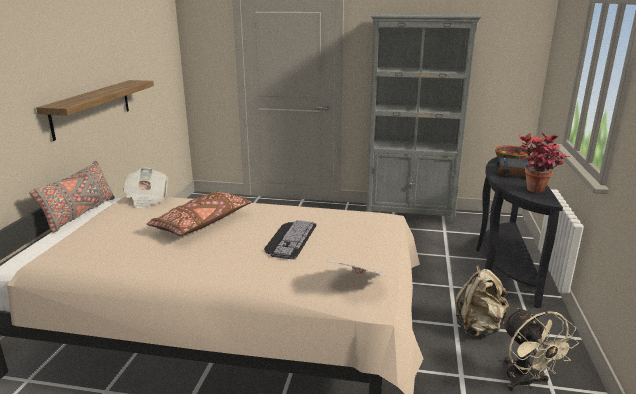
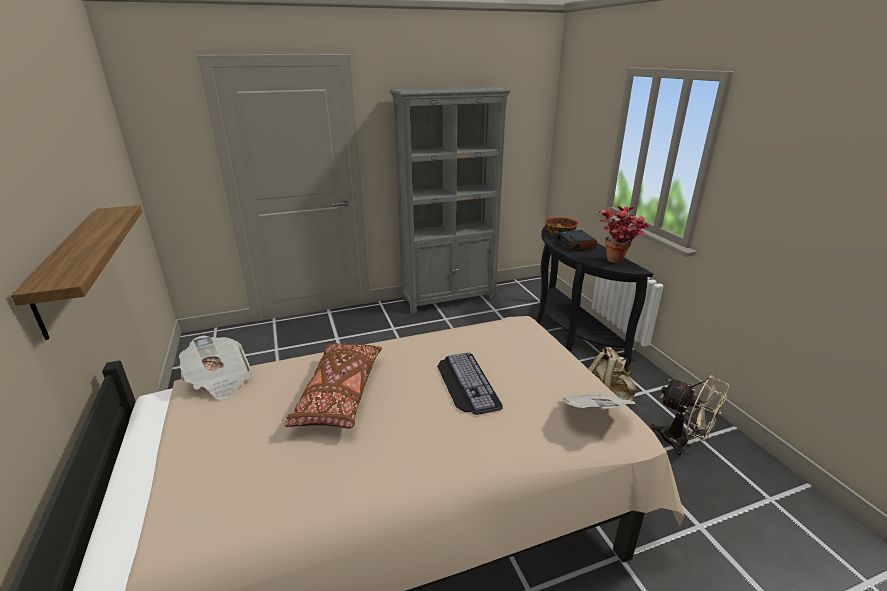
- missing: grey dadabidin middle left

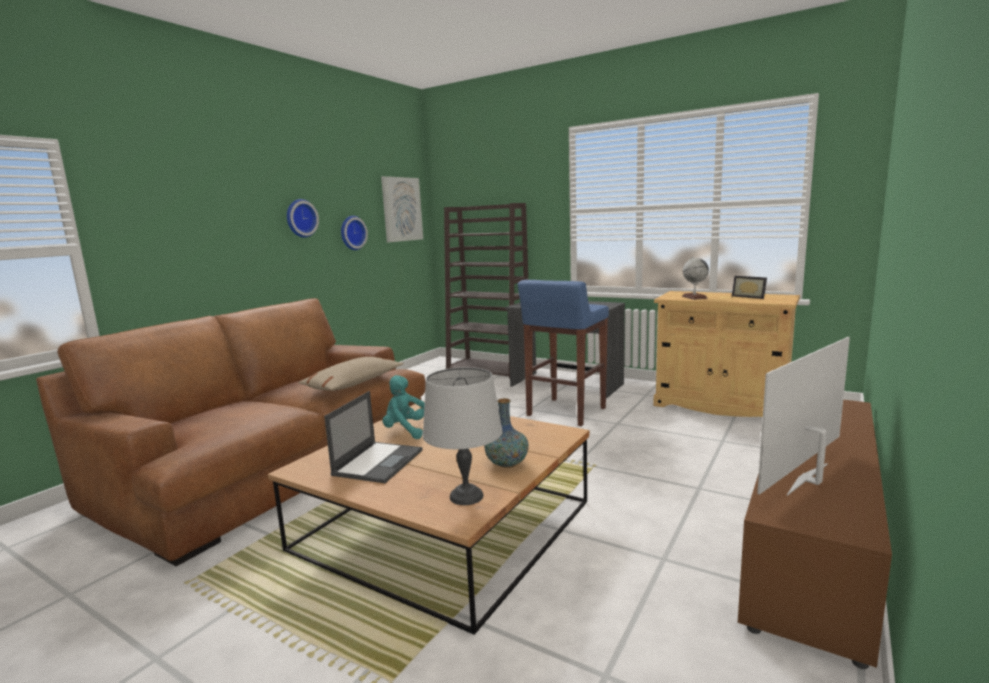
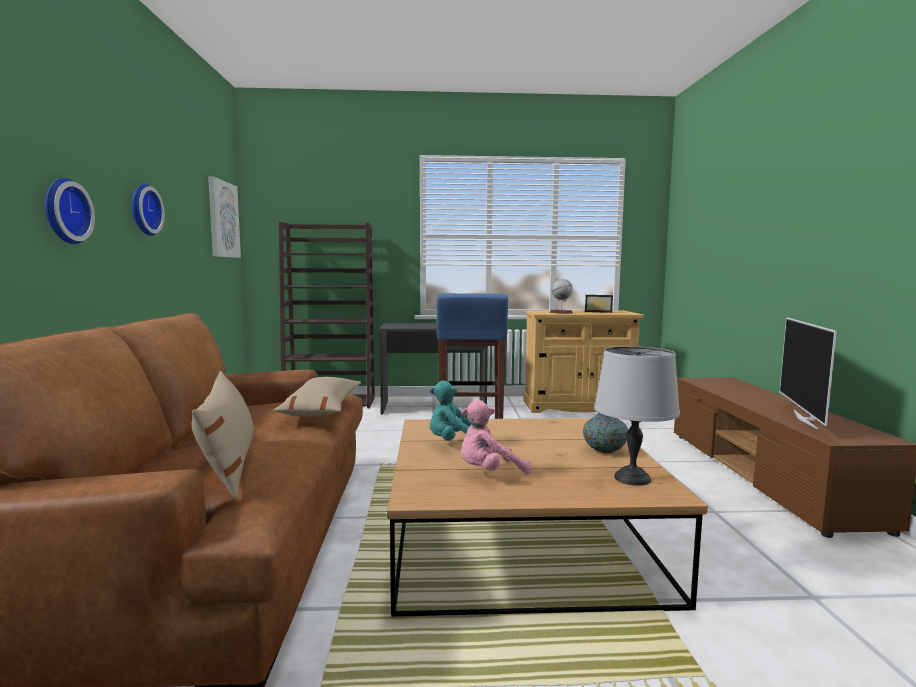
- appeared: beige dadabidin (no. 1 from left) middle left
- relocated: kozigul (no. 2 from left in the first image) centre to kozigul (no. 1 from left) top left
- exchanged: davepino centre to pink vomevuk centre

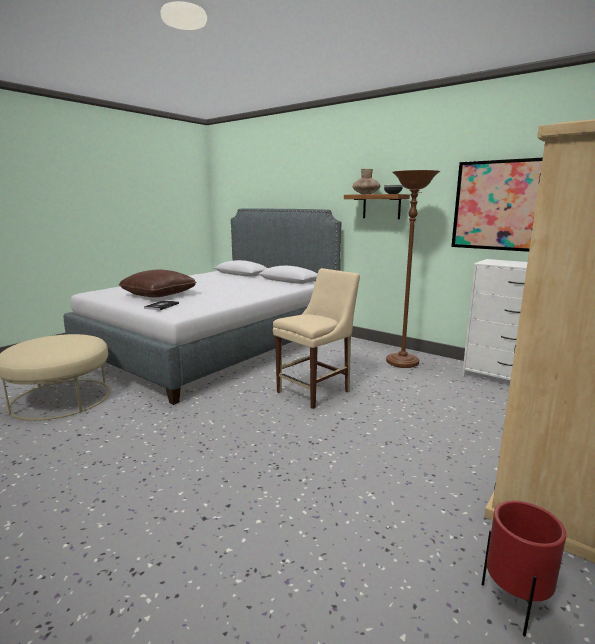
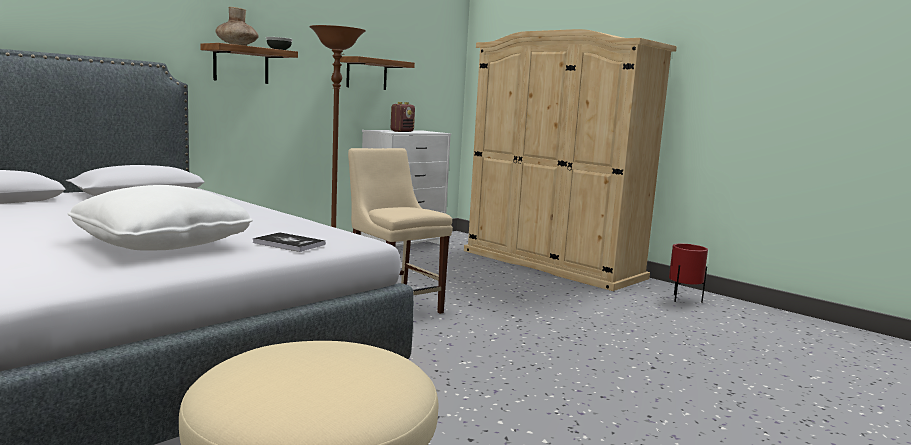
- appeared: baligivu top centre
- exchanged: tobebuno top right to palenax (no. 2 from left) top centre
- colour: brown dadabidin middle left to white dadabidin middle left

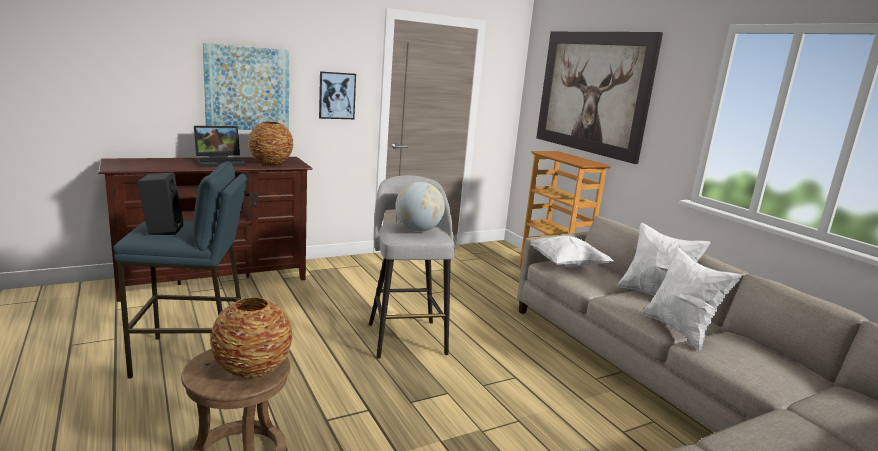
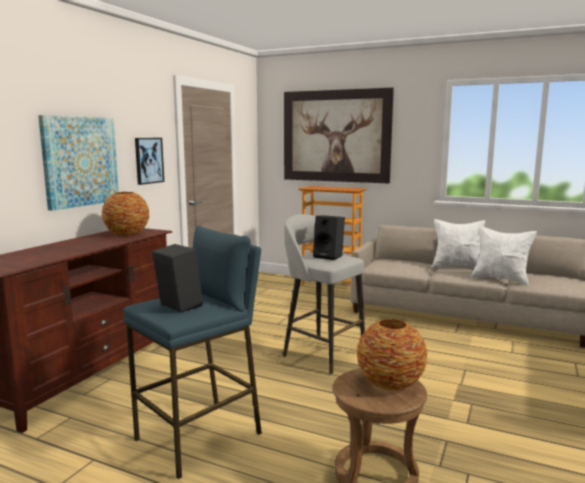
- missing: davepino top left
- missing: white dadabidin (no. 1 from left) centre
- exchanged: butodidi centre to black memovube (no. 2 from left) centre

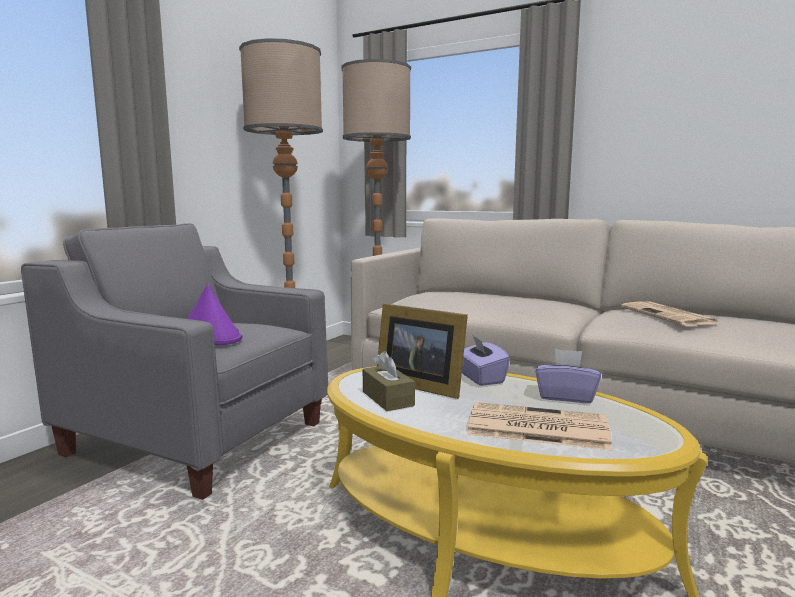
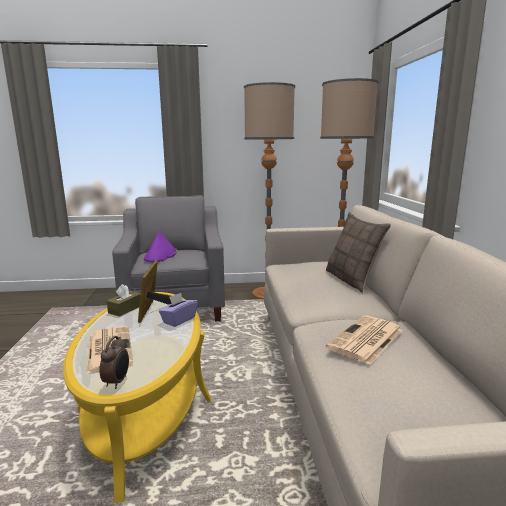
- missing: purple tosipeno (no. 2 from left) middle right
- appeared: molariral bottom left
- appeared: dadabidin middle right

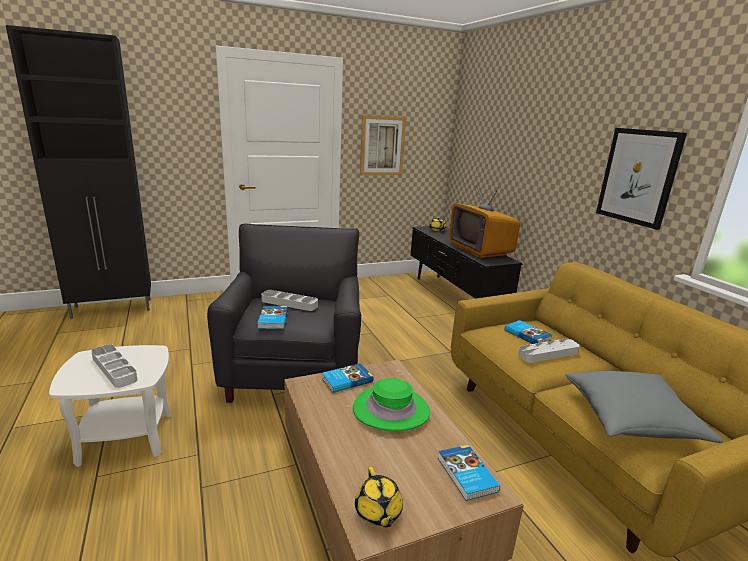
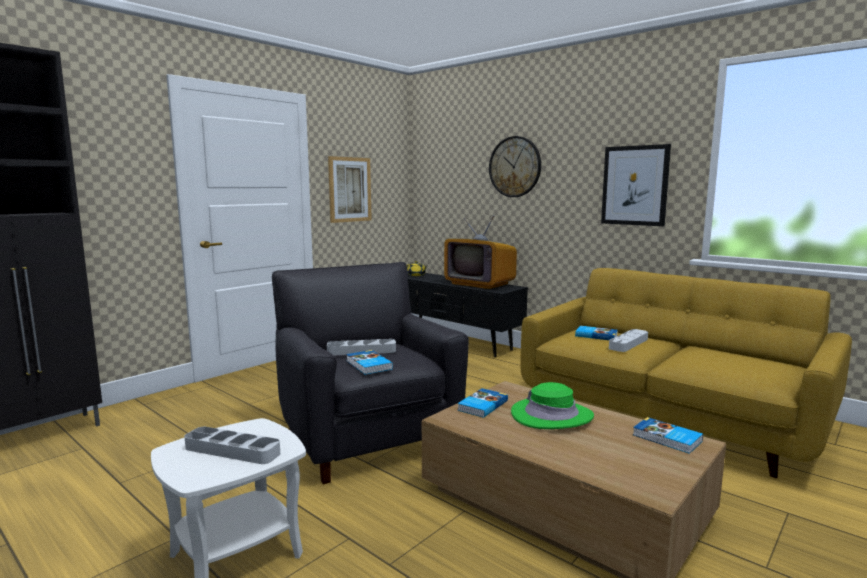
- missing: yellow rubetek (no. 1 from left) bottom centre
- missing: grey dadabidin bottom right
- appeared: kozigul top centre

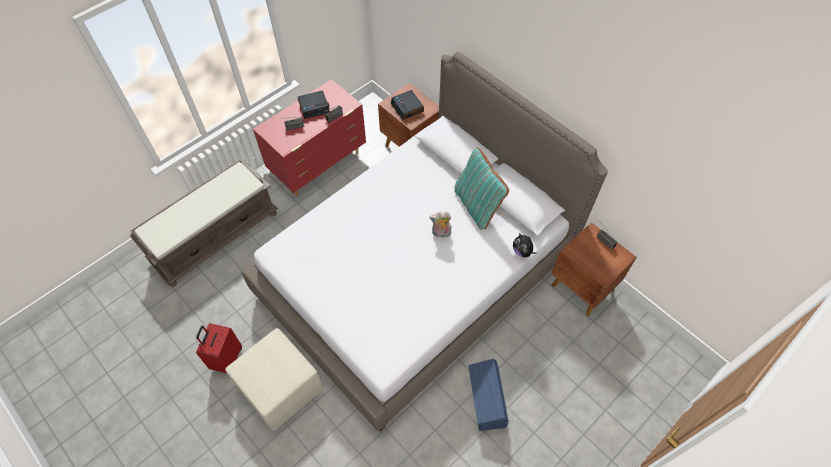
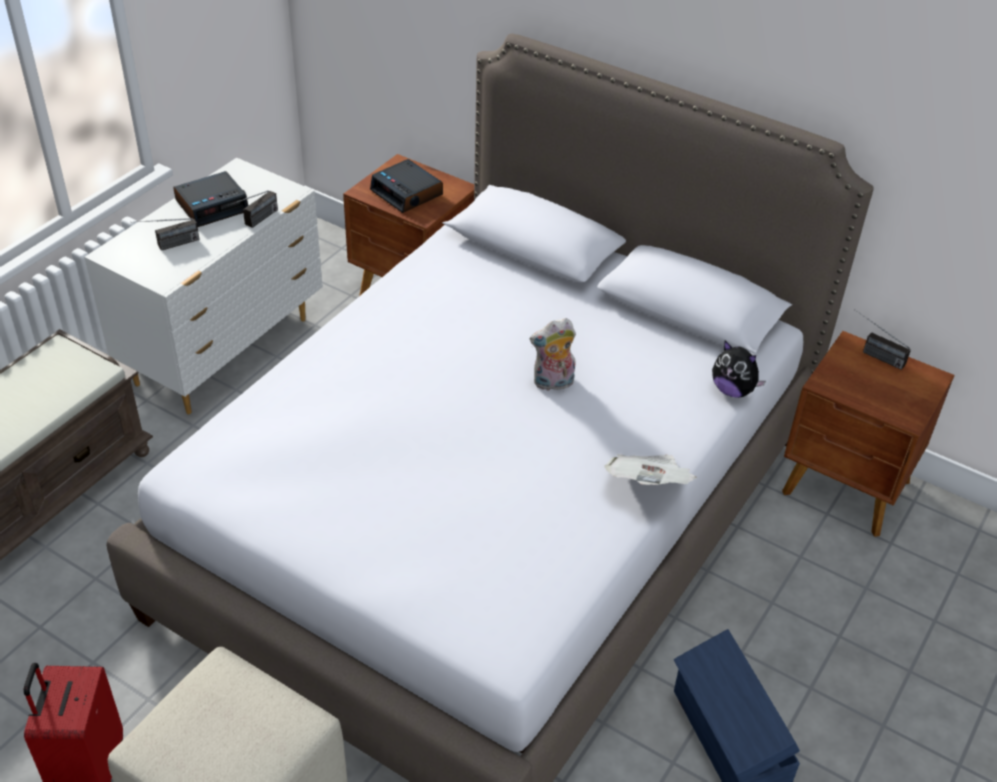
- missing: turquoise dadabidin centre
- appeared: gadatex centre
- colour: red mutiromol top centre to white mutiromol middle left

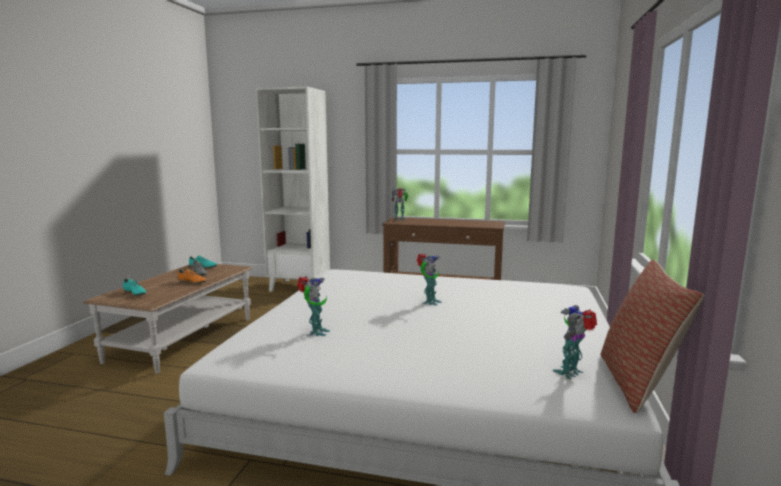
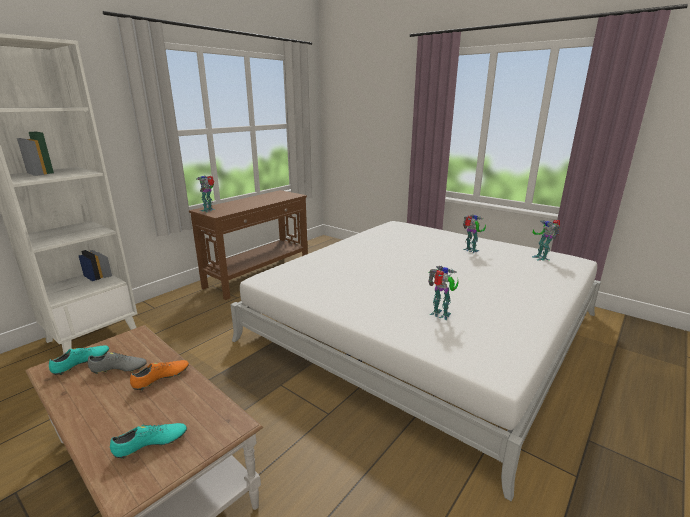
- missing: dadabidin bottom right
- relocated: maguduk (no. 3 from left) centre to middle right

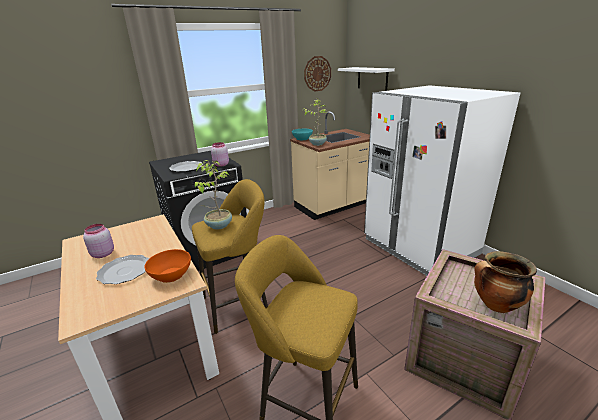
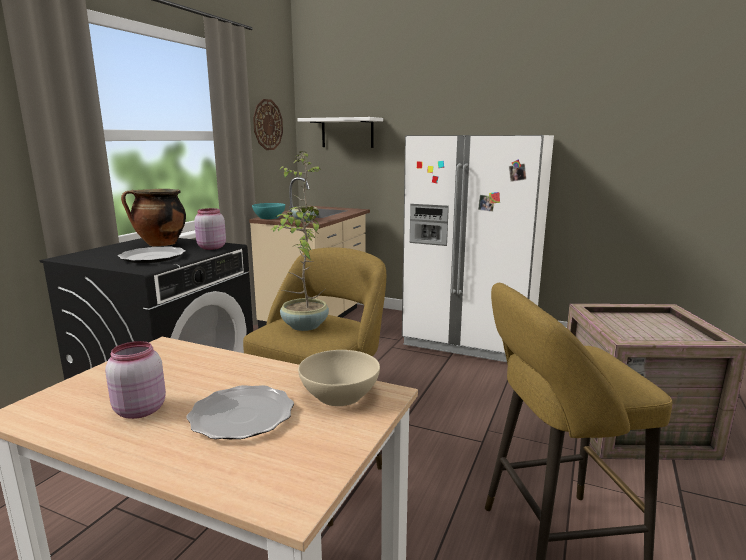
- relocated: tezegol bottom right to middle left
- colour: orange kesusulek middle left to beige kesusulek bottom centre

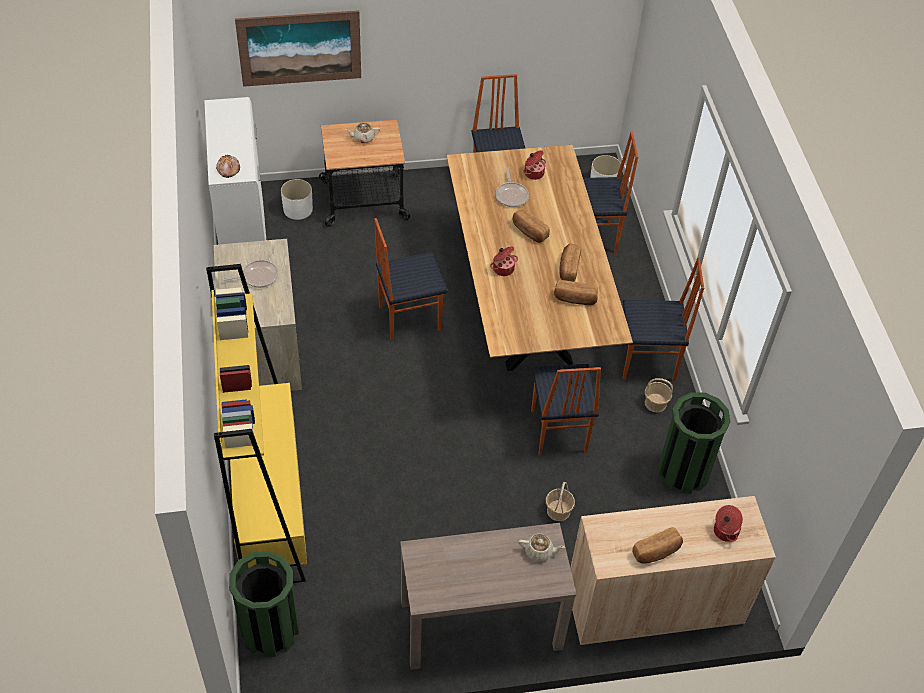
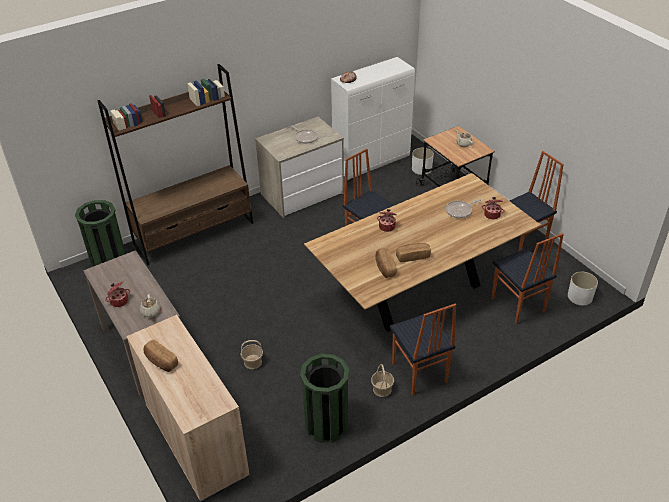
- missing: tobebuno top left
- missing: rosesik (no. 2 from left) top centre
- missing: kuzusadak (no. 3 from left) centre
- relocated: tezegol (no. 3 from left in the first image) bottom right to tezegol (no. 1 from left) middle left
- colour: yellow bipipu middle left to brown bipipu top left

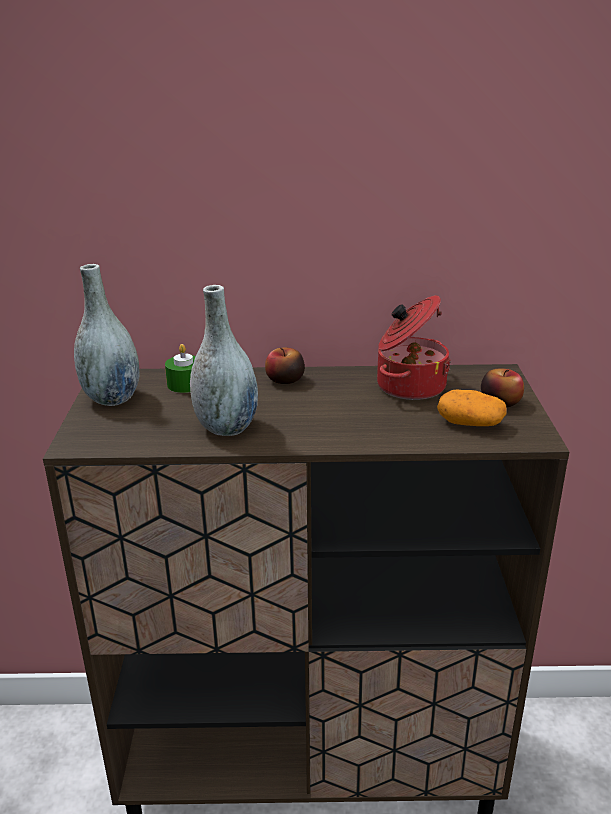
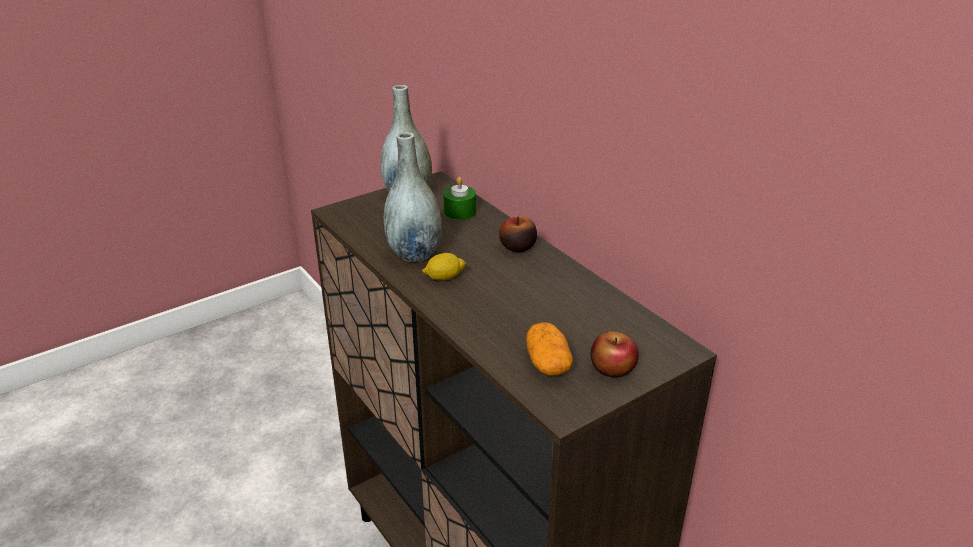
- missing: tezegol middle right
- appeared: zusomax centre

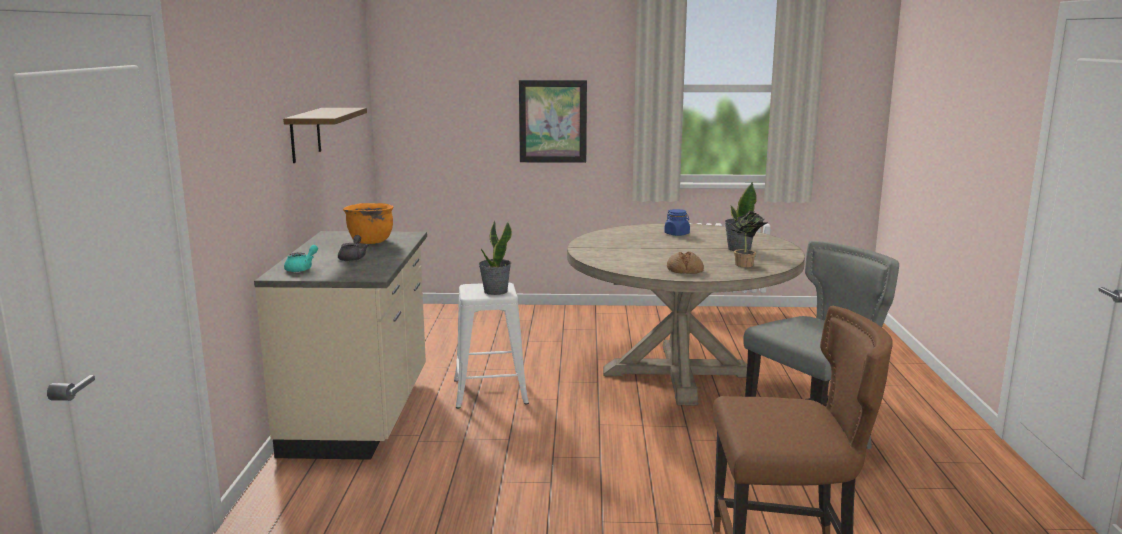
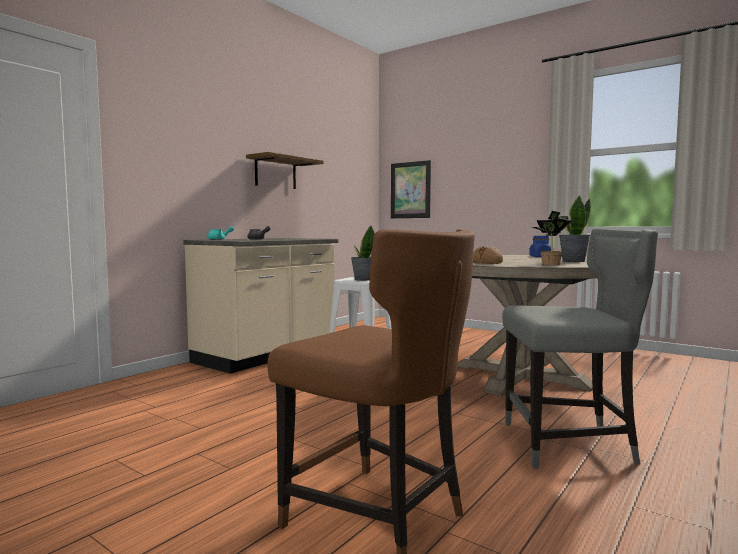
- missing: orange tezegol middle left
- relocated: tobebuno top centre to centre

